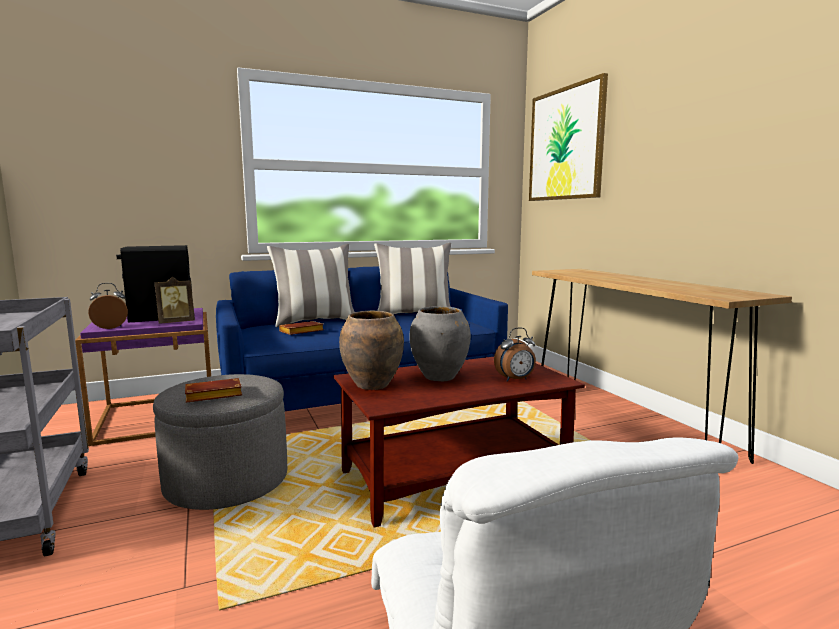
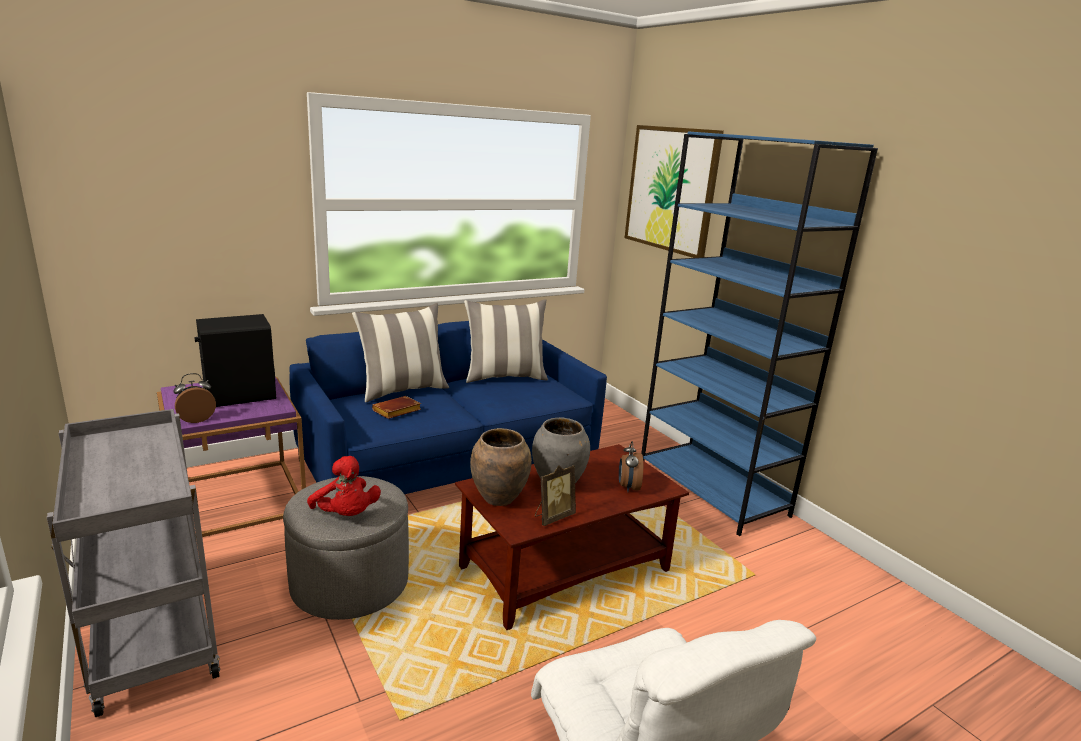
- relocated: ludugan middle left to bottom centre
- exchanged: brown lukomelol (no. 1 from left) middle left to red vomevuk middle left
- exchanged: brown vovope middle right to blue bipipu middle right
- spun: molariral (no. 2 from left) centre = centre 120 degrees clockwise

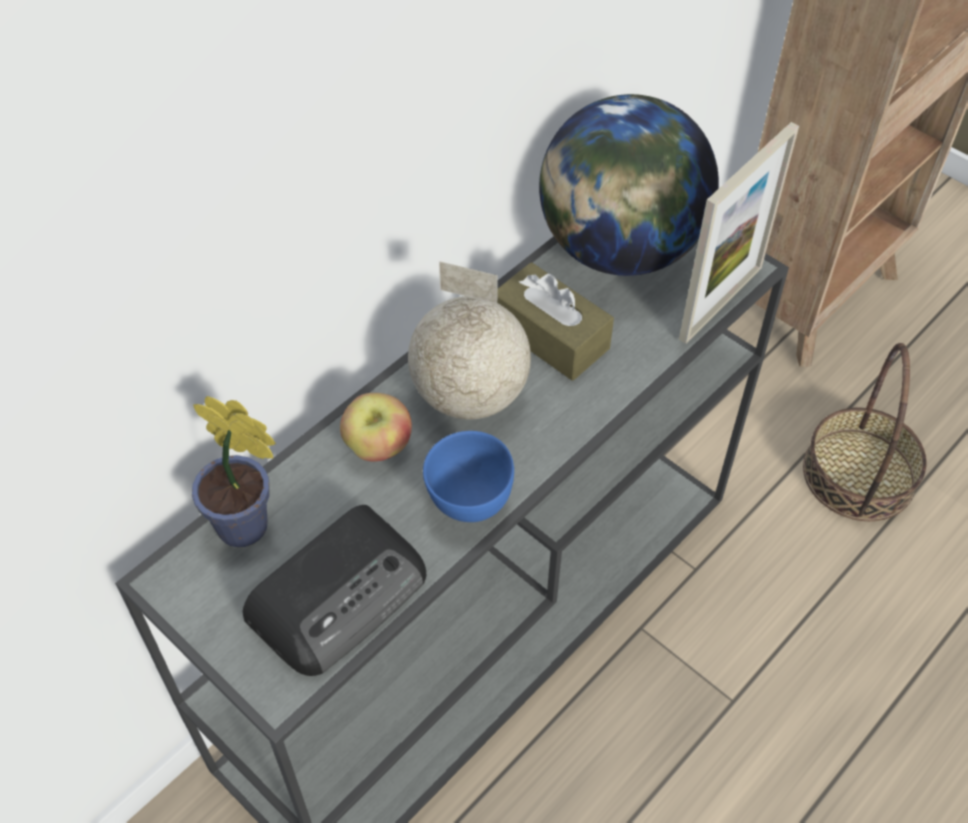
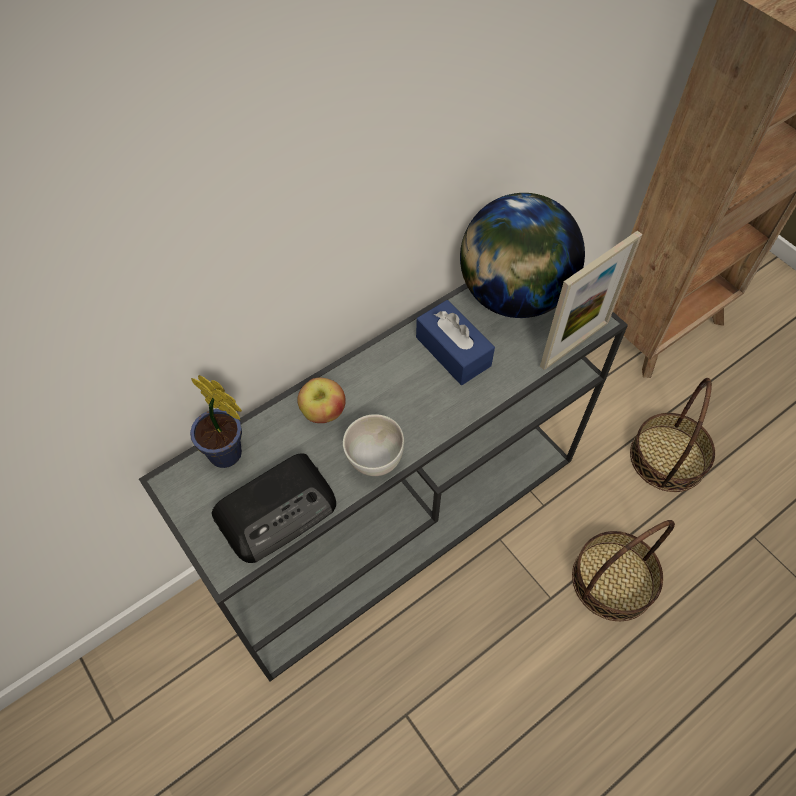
- missing: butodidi (no. 1 from left) centre
- appeared: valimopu (no. 1 from left) bottom right
- colour: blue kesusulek centre to white kesusulek centre
- colour: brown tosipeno centre to blue tosipeno centre

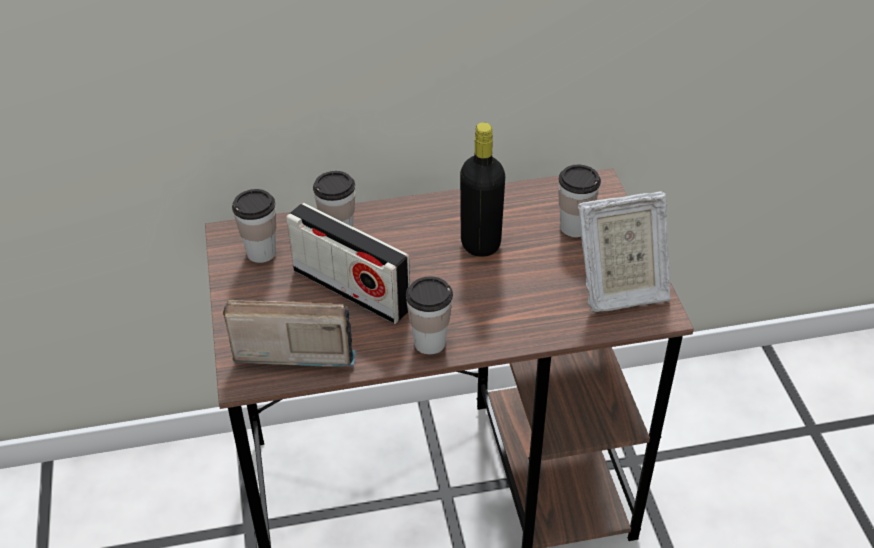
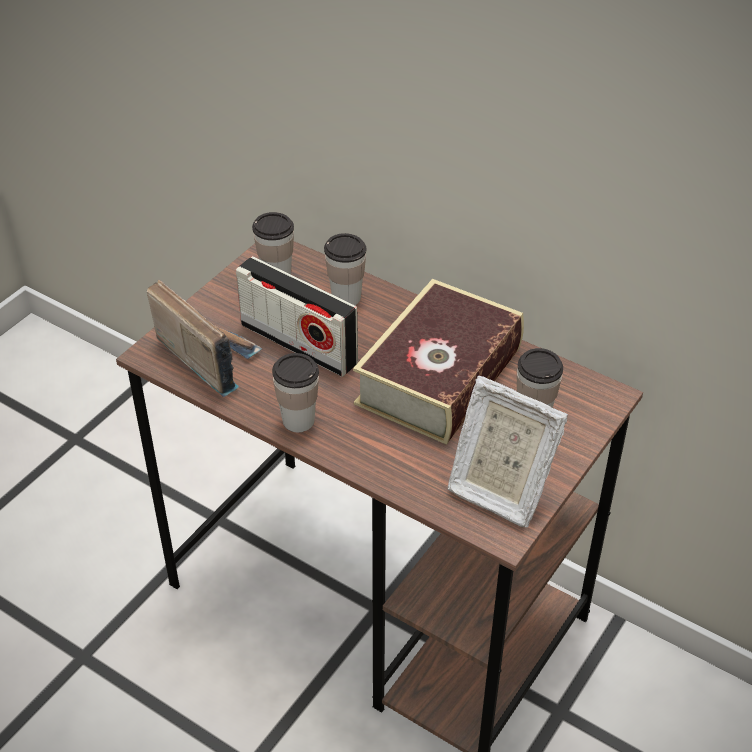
- exchanged: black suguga centre to lukomelol centre
- spun: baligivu (no. 2 from left) centre = centre 45 degrees counterclockwise

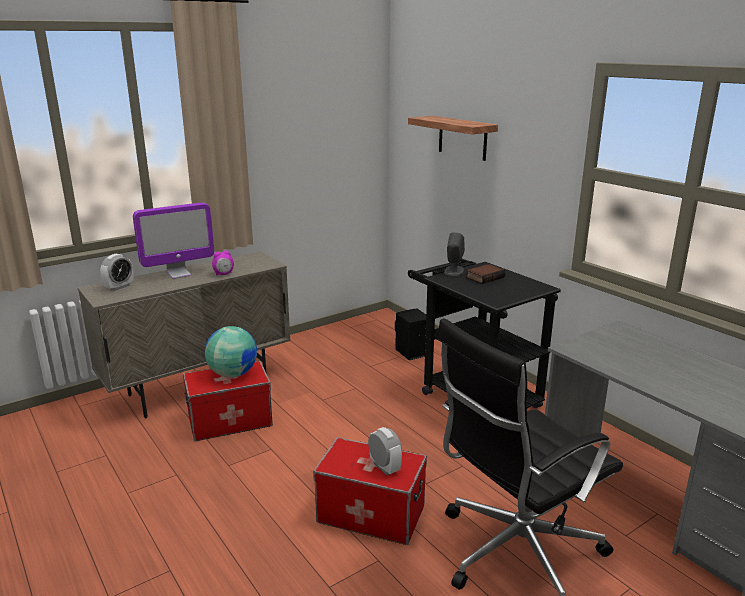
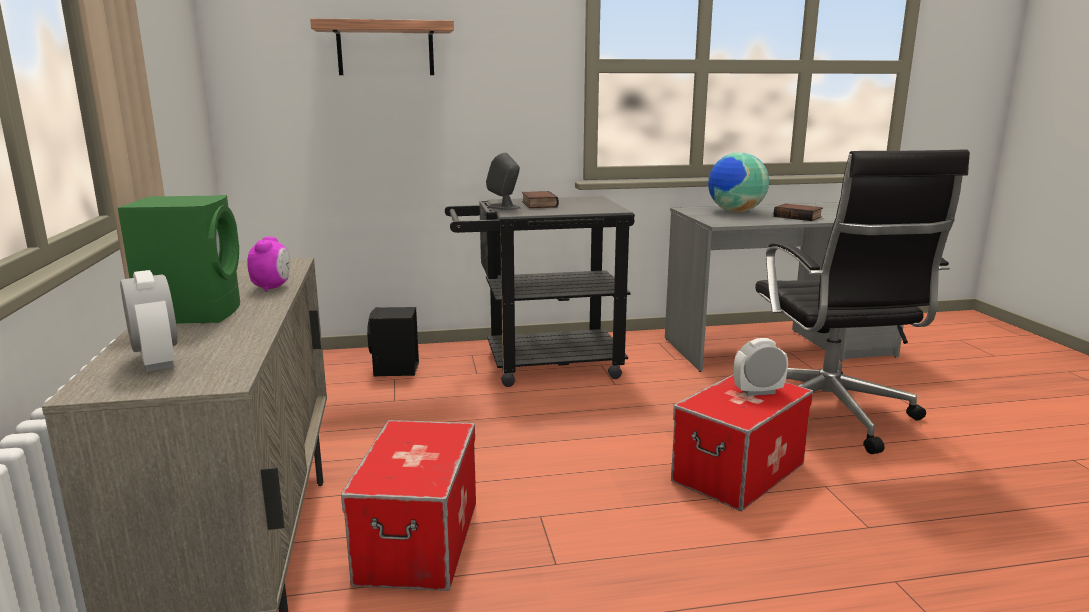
- appeared: lukomelol (no. 2 from left) middle right
- relocated: butodidi middle left to top right
- exchanged: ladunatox middle left to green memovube middle left

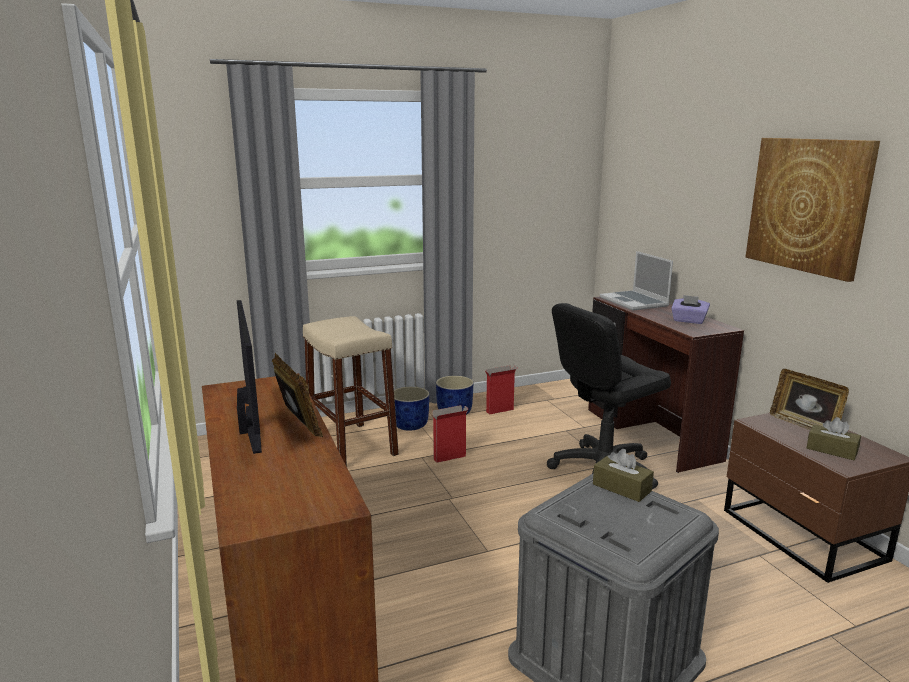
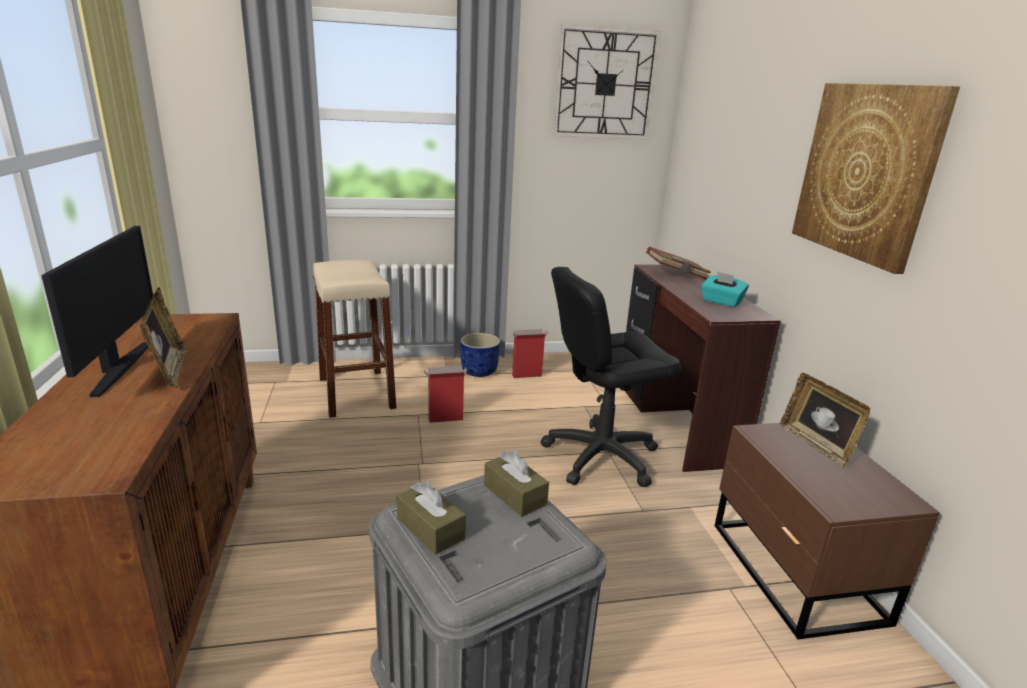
- missing: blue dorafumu (no. 1 from left) centre
- appeared: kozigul top centre
- relocated: brown tosipeno (no. 2 from left in the first image) middle right to brown tosipeno (no. 1 from left) bottom centre
- exchanged: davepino middle right to brown lukomelol centre
- colour: purple tosipeno middle right to turquoise tosipeno middle right

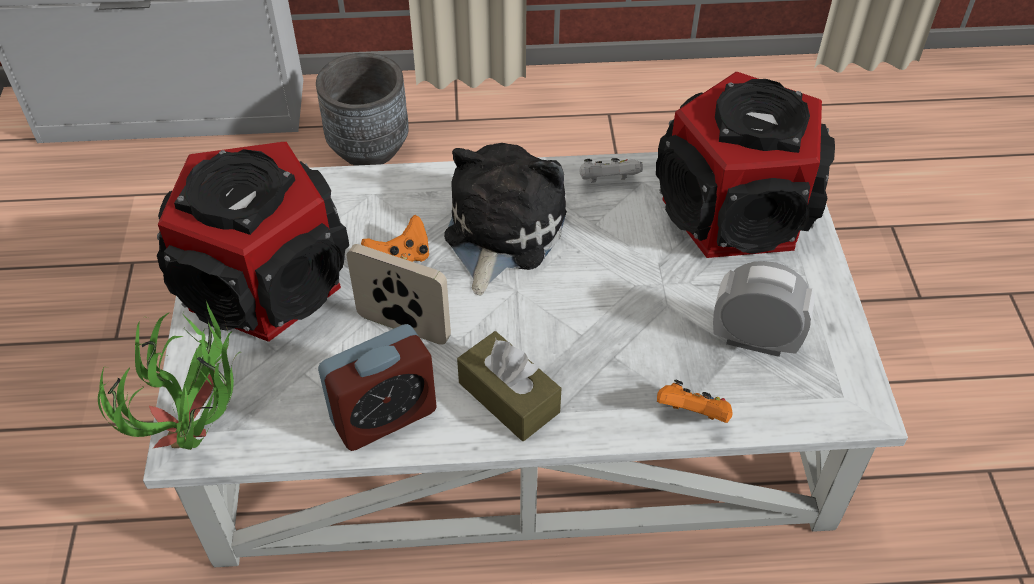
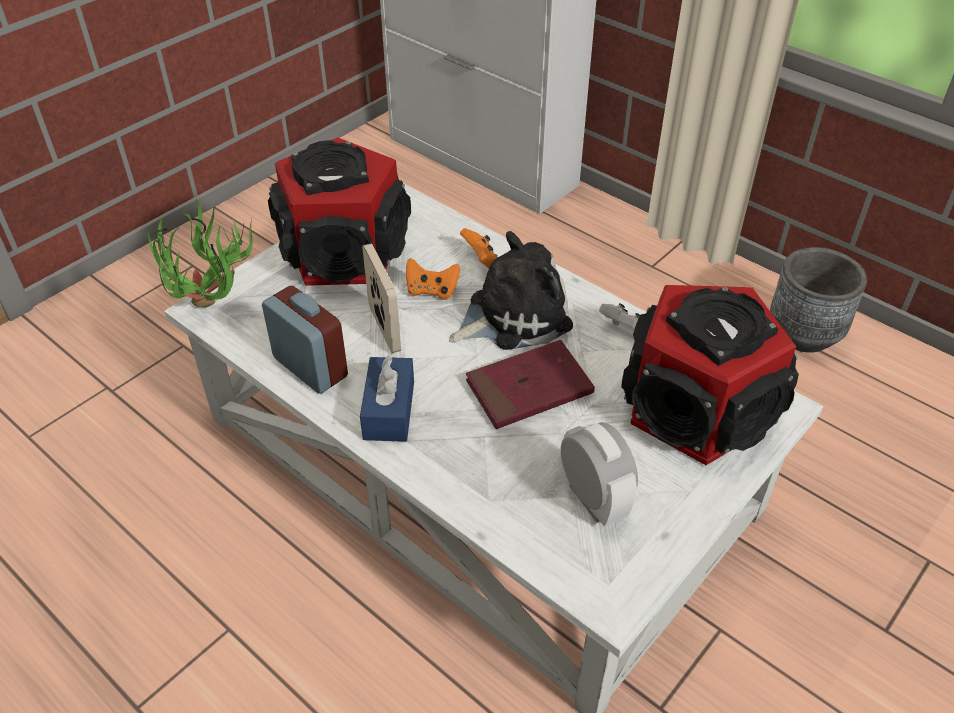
- appeared: red lukomelol centre
- relocated: grey dorafumu top centre to middle right
- relocated: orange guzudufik (no. 2 from left) bottom right to centre
- colour: brown tosipeno centre to blue tosipeno centre
- spun: molariral (no. 1 from left) centre = middle left 150 degrees counterclockwise

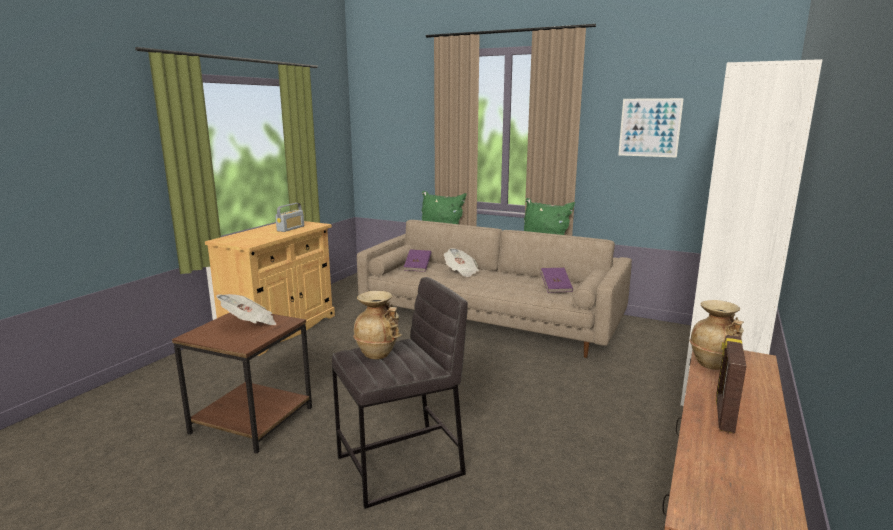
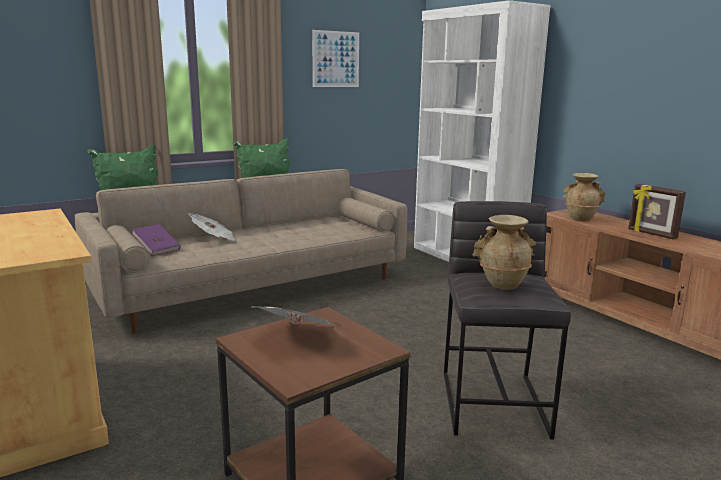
- missing: baligivu middle left
- missing: purple lukomelol (no. 2 from left) centre

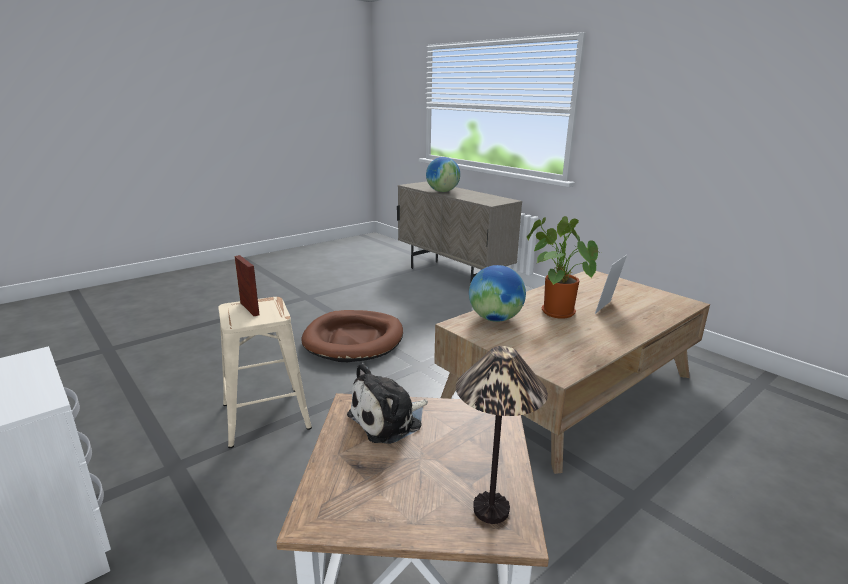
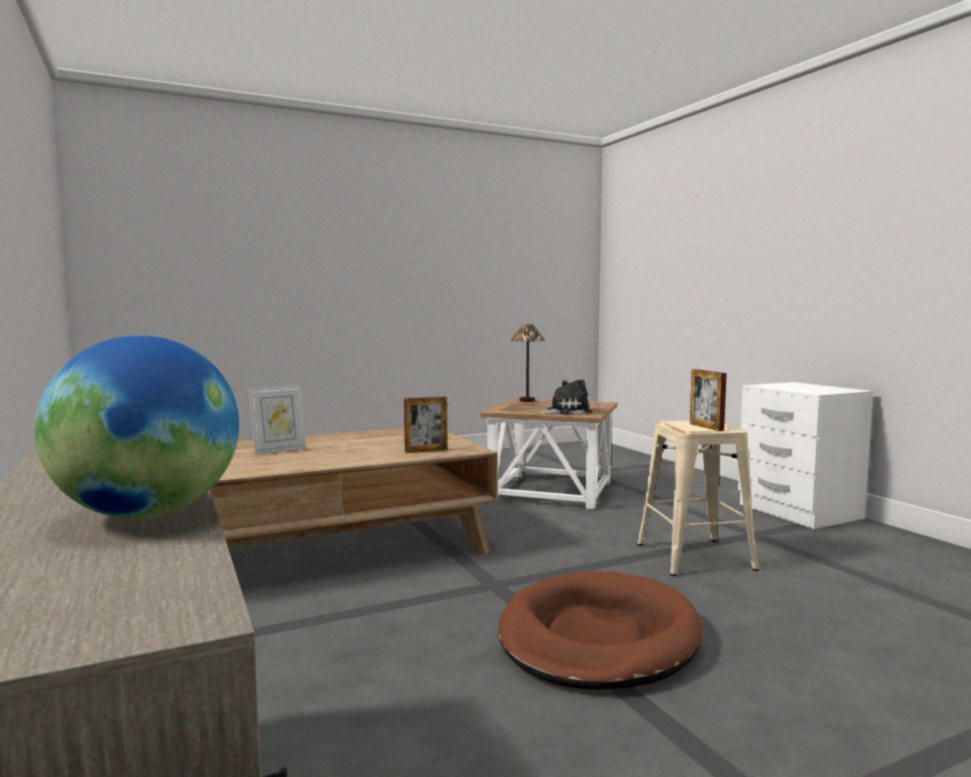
- missing: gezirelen centre
- exchanged: butodidi (no. 2 from left) centre to ludugan (no. 2 from left) centre

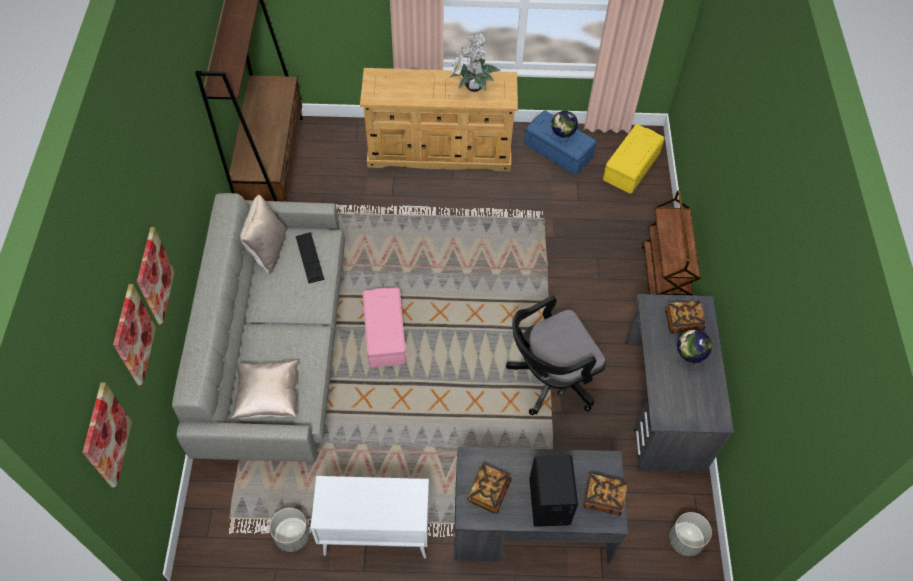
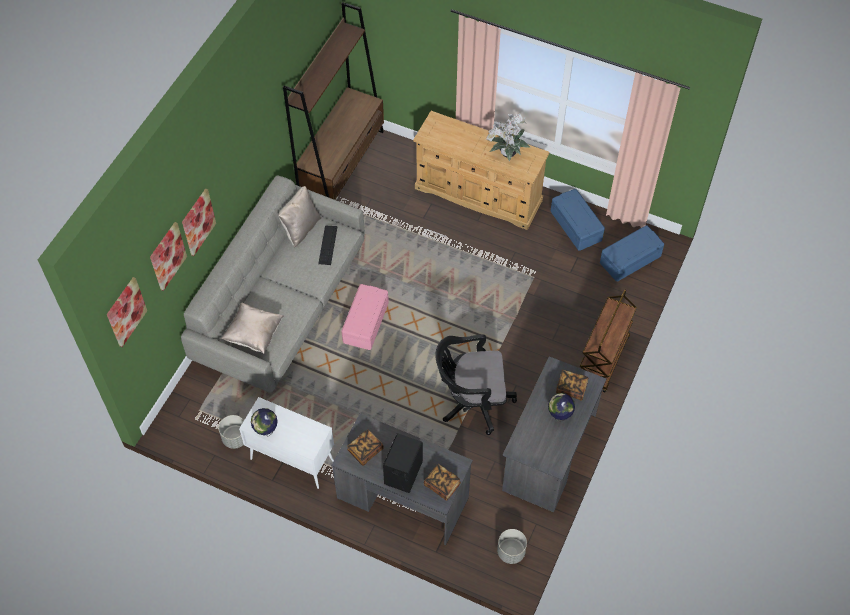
- relocated: butodidi (no. 1 from left) top centre to bottom left
- colour: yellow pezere top right to blue pezere (no. 2 from left) middle right

